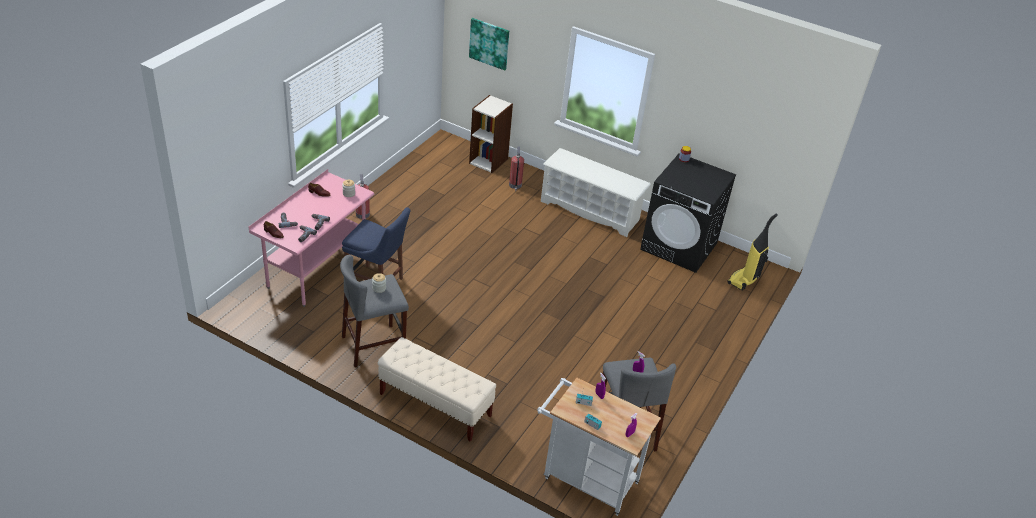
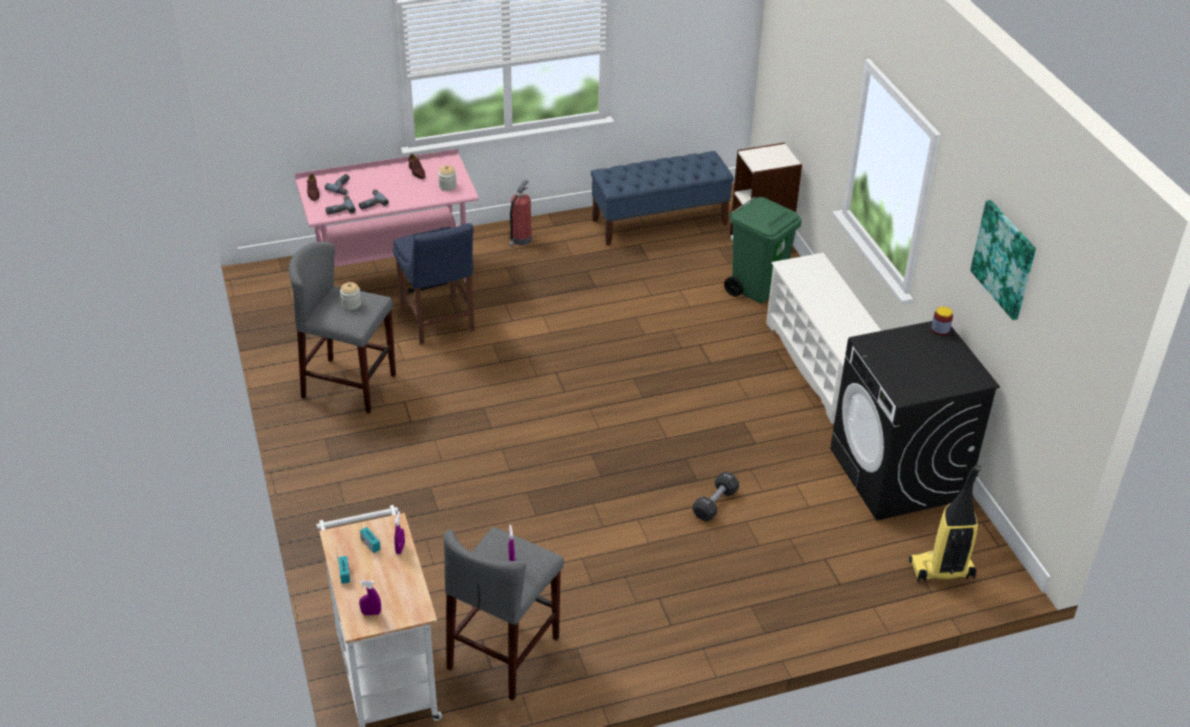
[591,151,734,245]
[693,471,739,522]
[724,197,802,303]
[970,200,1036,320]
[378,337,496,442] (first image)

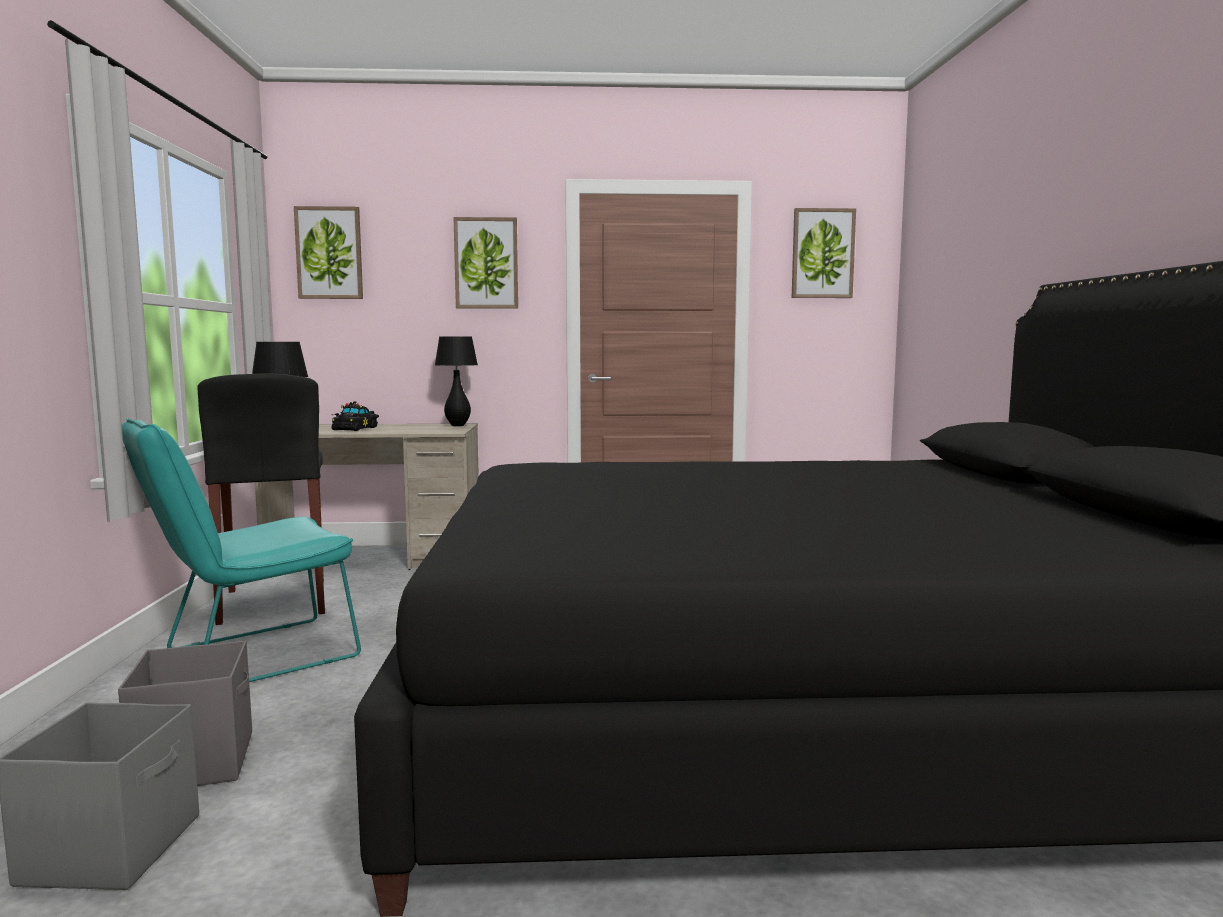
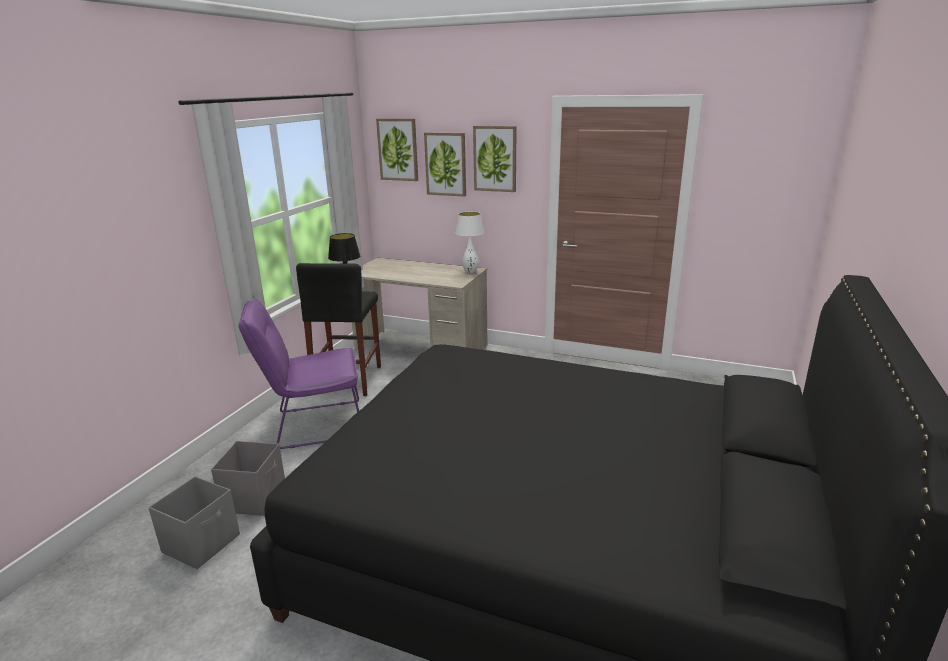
[239,296,359,449]
[424,132,466,197]
[456,212,484,273]
[331,401,379,431] (first image)

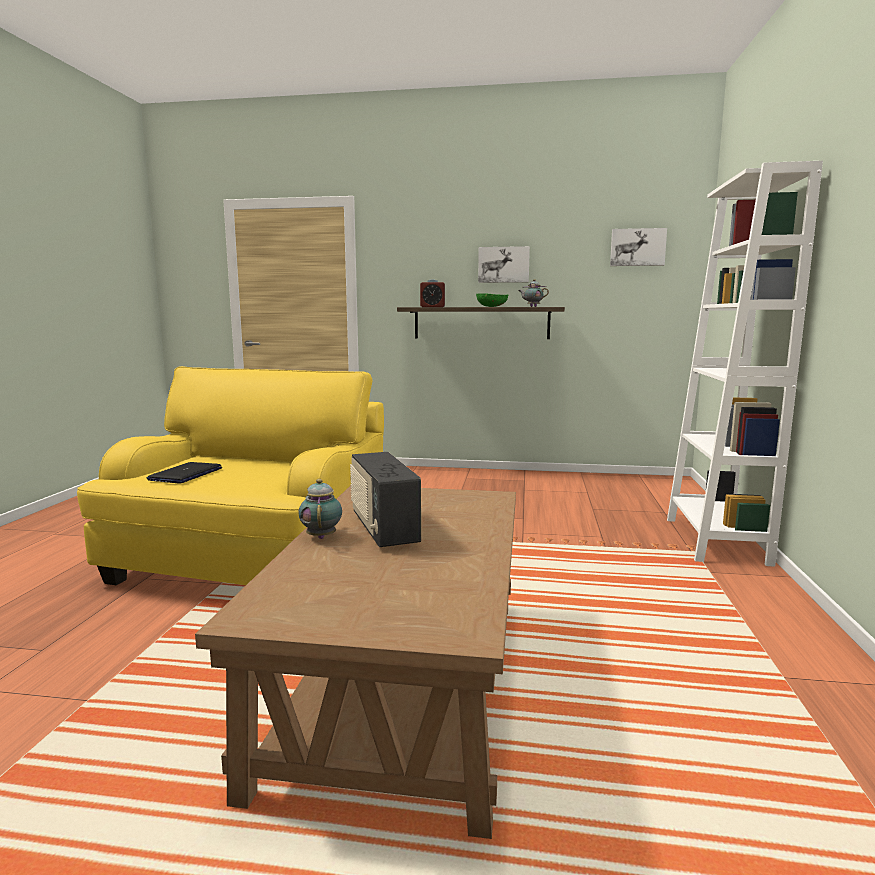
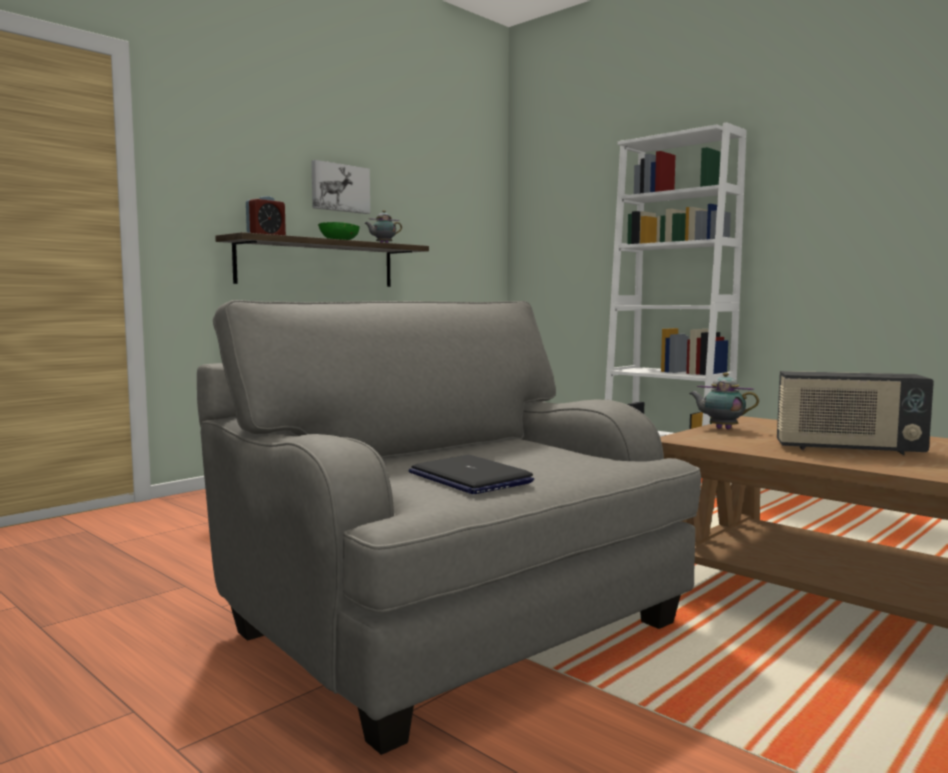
[197,300,701,755]
[689,372,759,429]
[610,228,667,266] (first image)

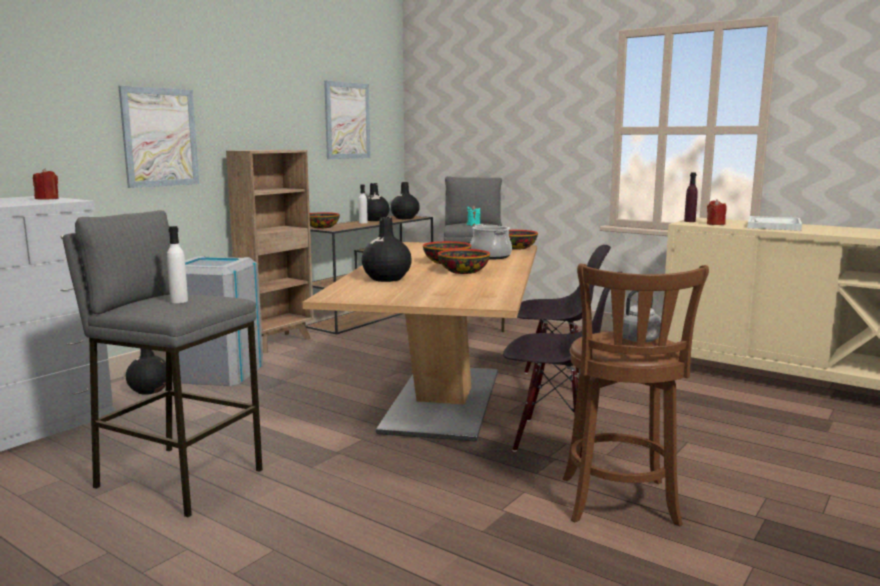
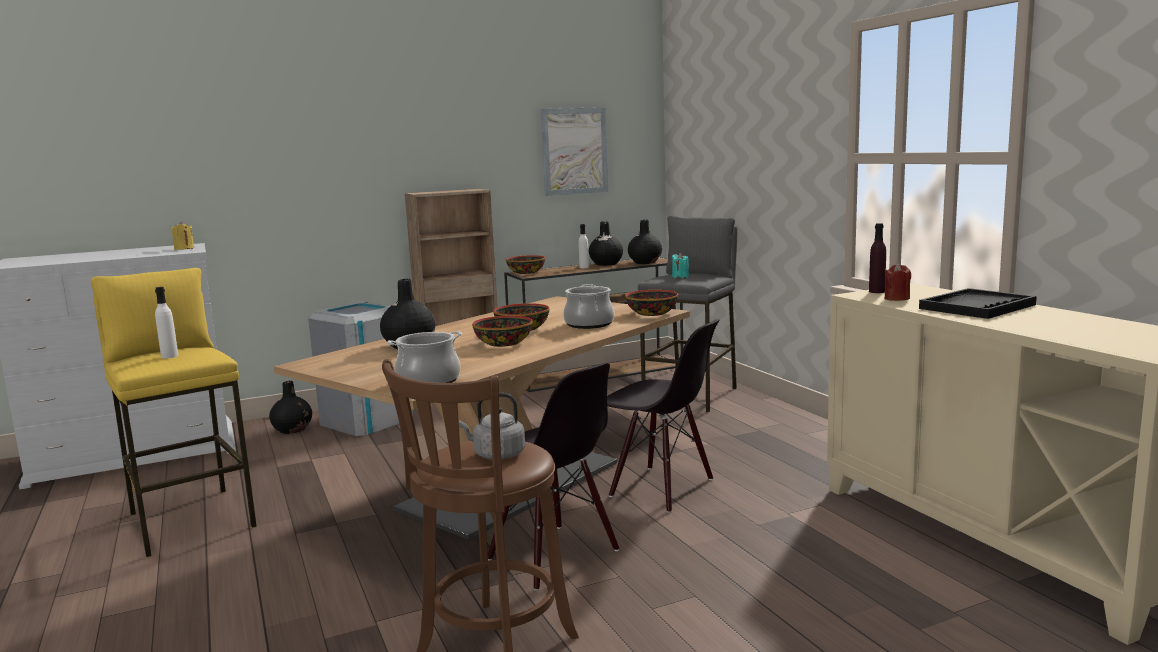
[91,268,257,558]
[172,222,194,250]
[387,331,462,383]
[919,288,1037,319]
[118,86,199,188] (first image)

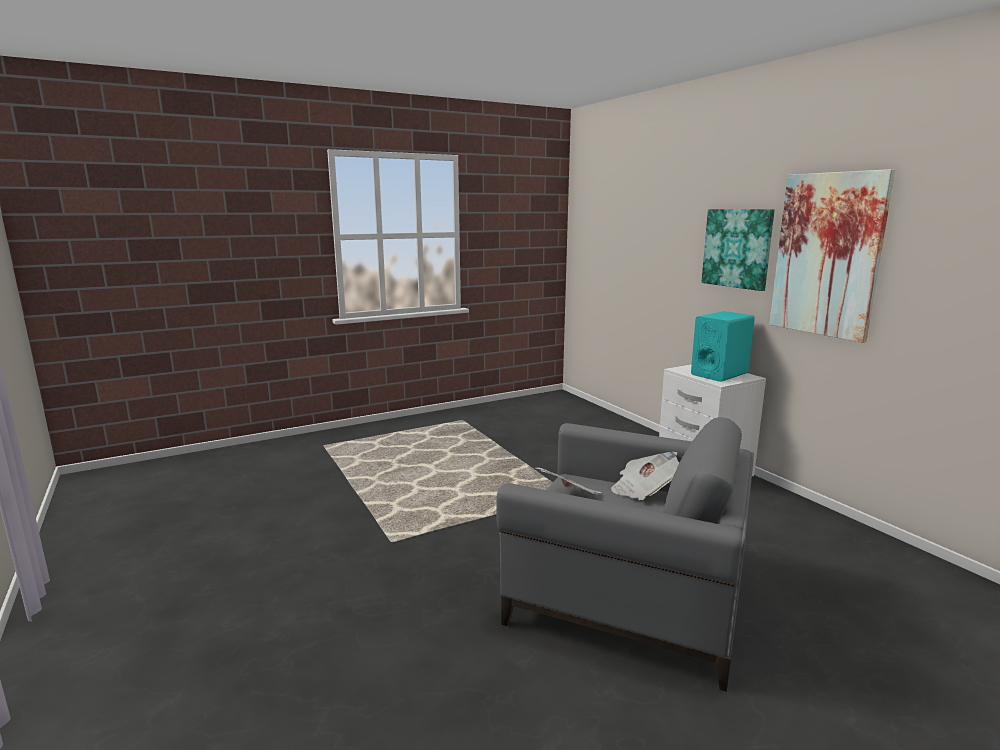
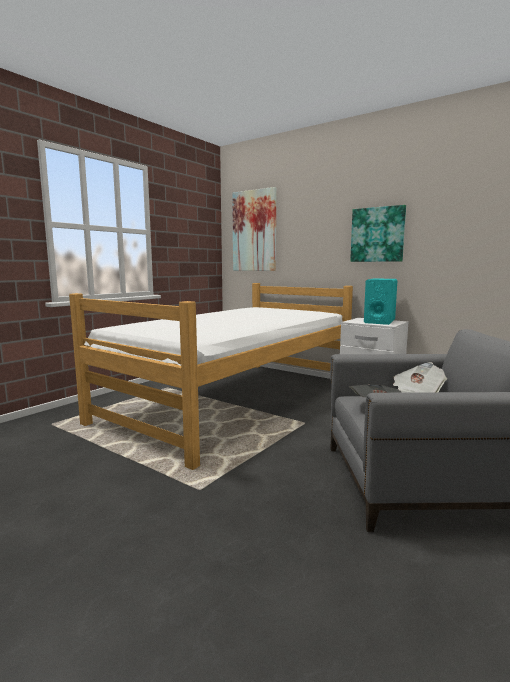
[69,283,353,470]
[232,187,277,271]

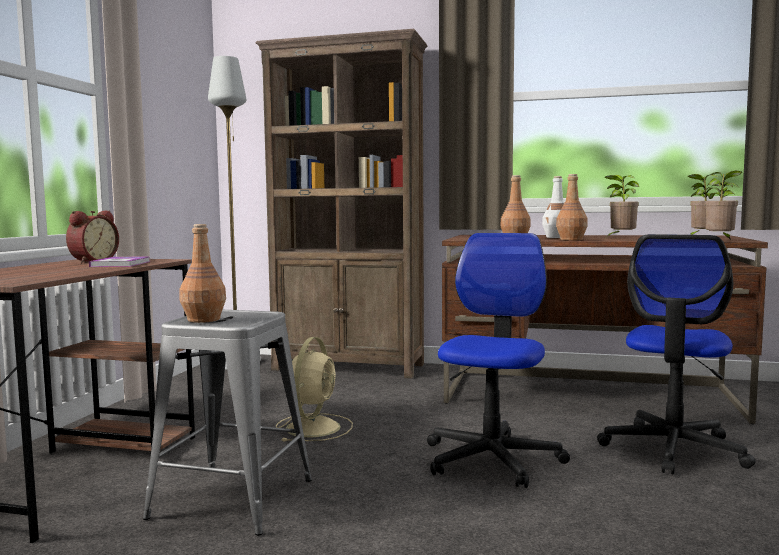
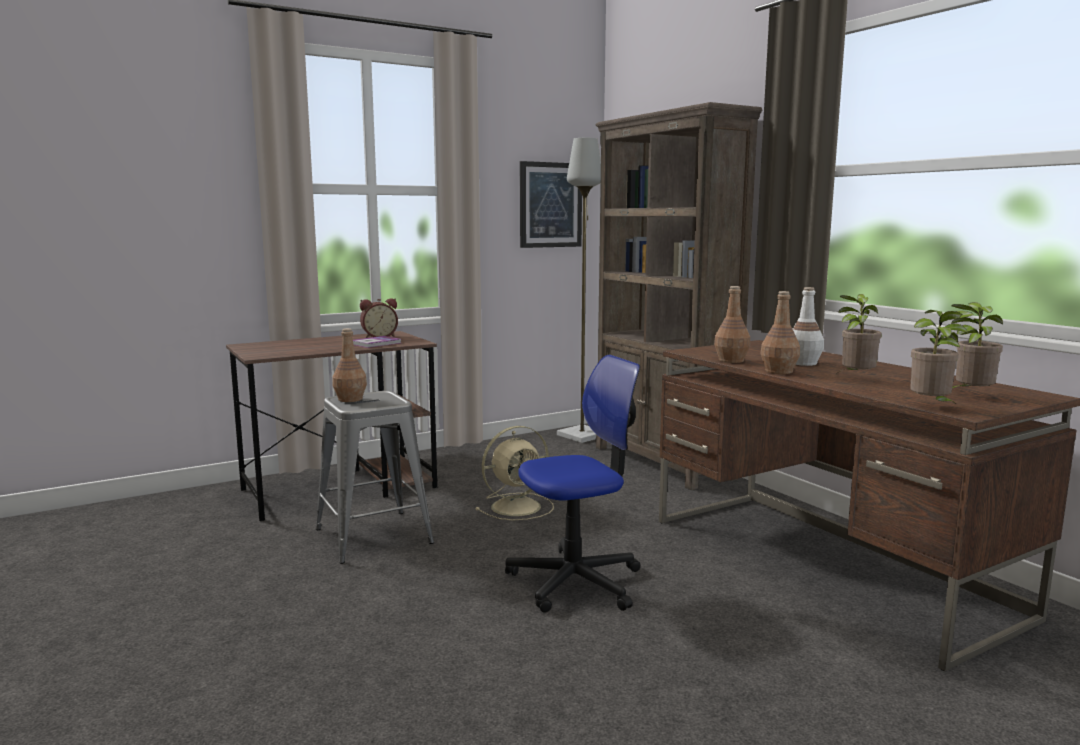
[520,161,582,248]
[597,234,756,474] (first image)

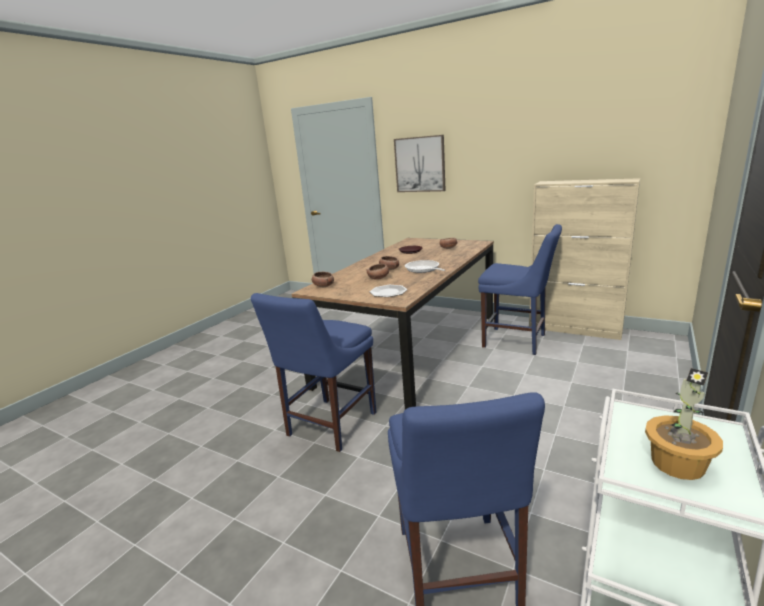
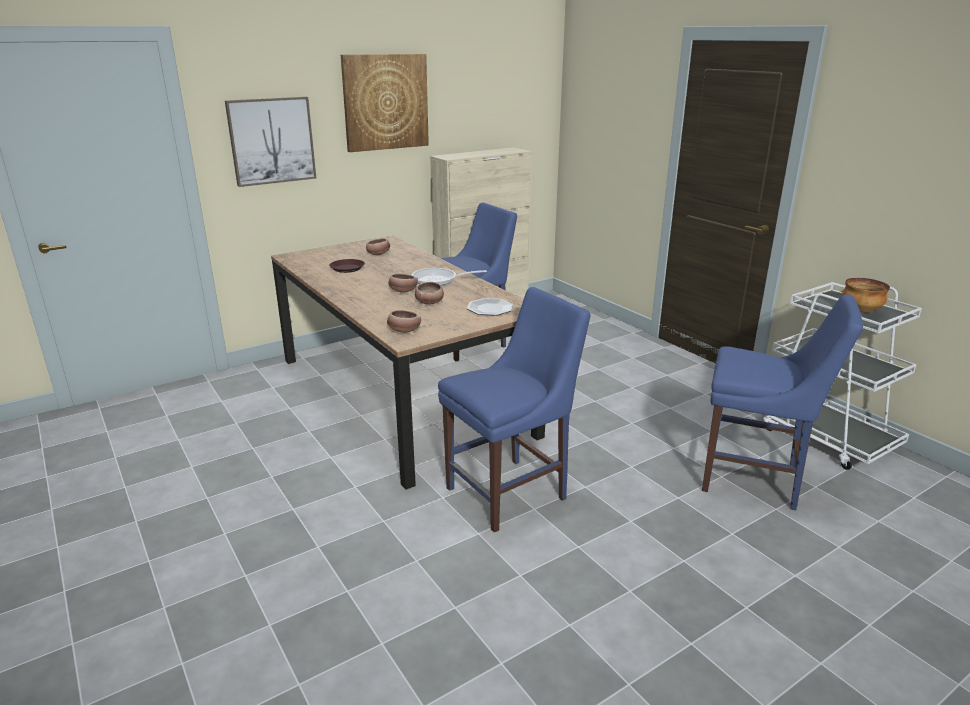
[341,54,429,152]
[438,287,590,532]
[842,278,890,313]

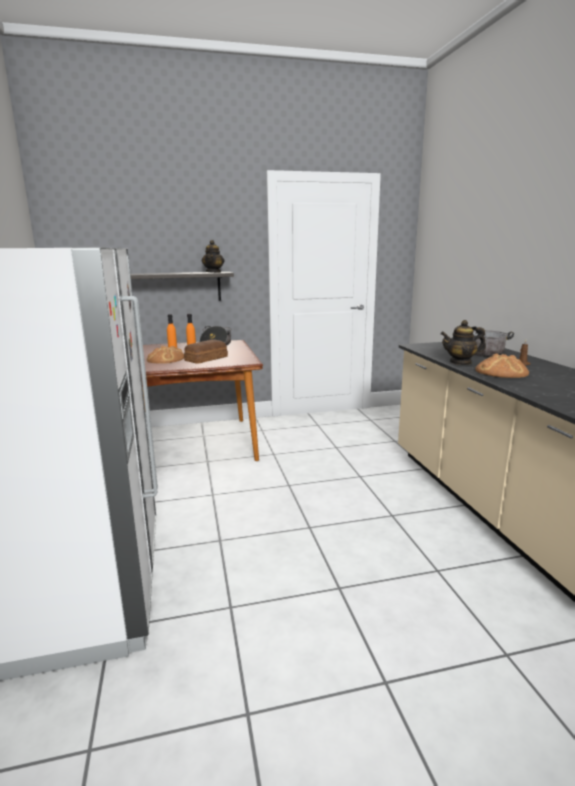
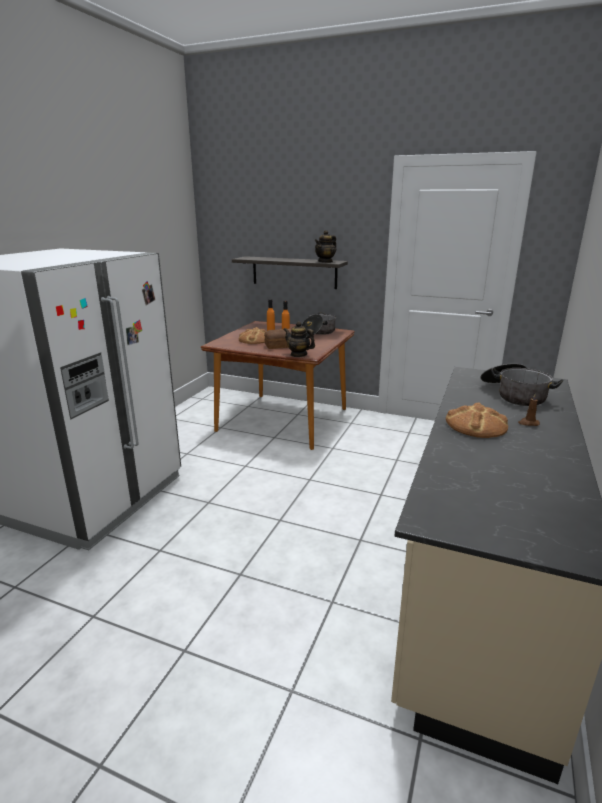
[283,322,315,357]

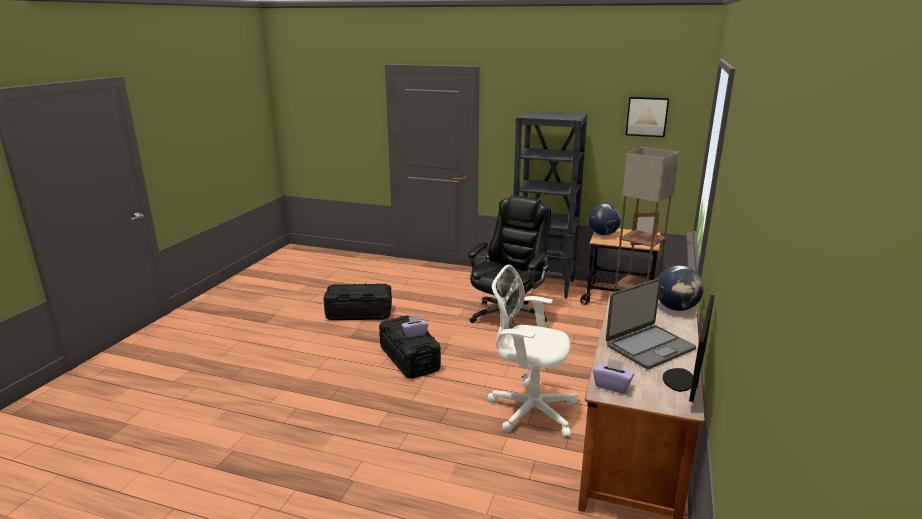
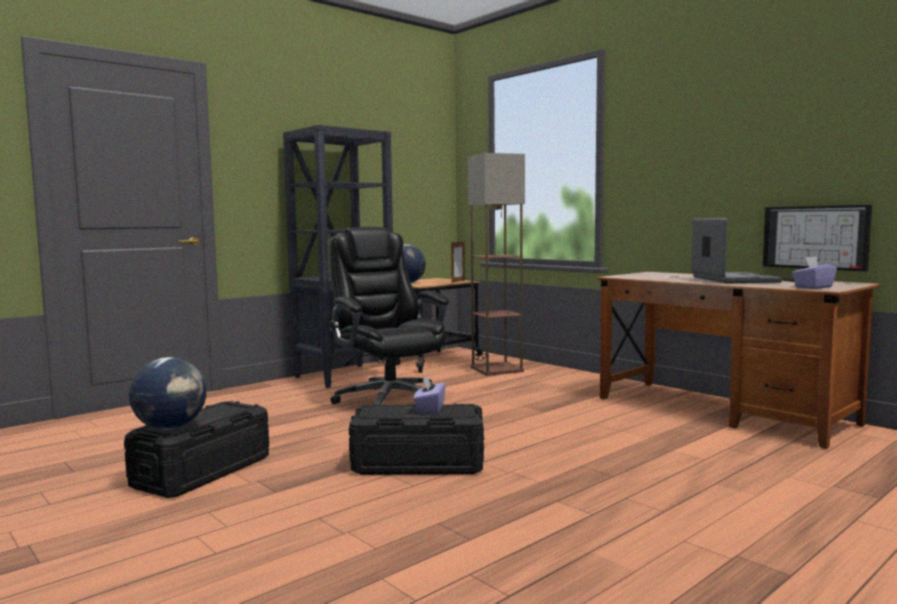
[129,357,206,430]
[487,265,578,438] (first image)
[625,97,669,137] (first image)

